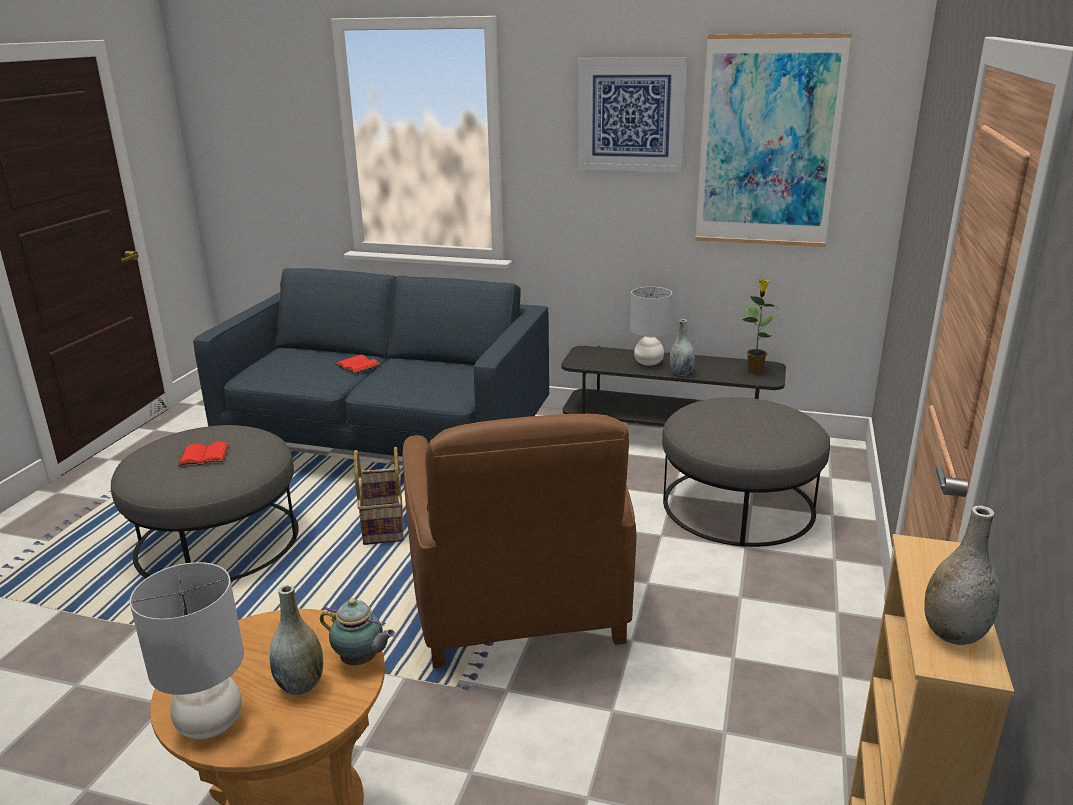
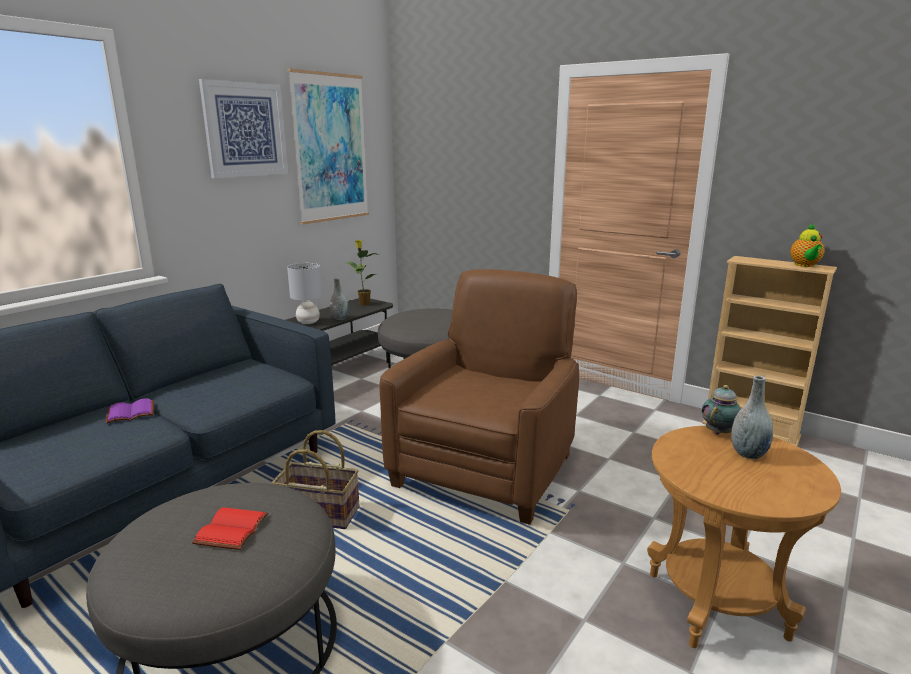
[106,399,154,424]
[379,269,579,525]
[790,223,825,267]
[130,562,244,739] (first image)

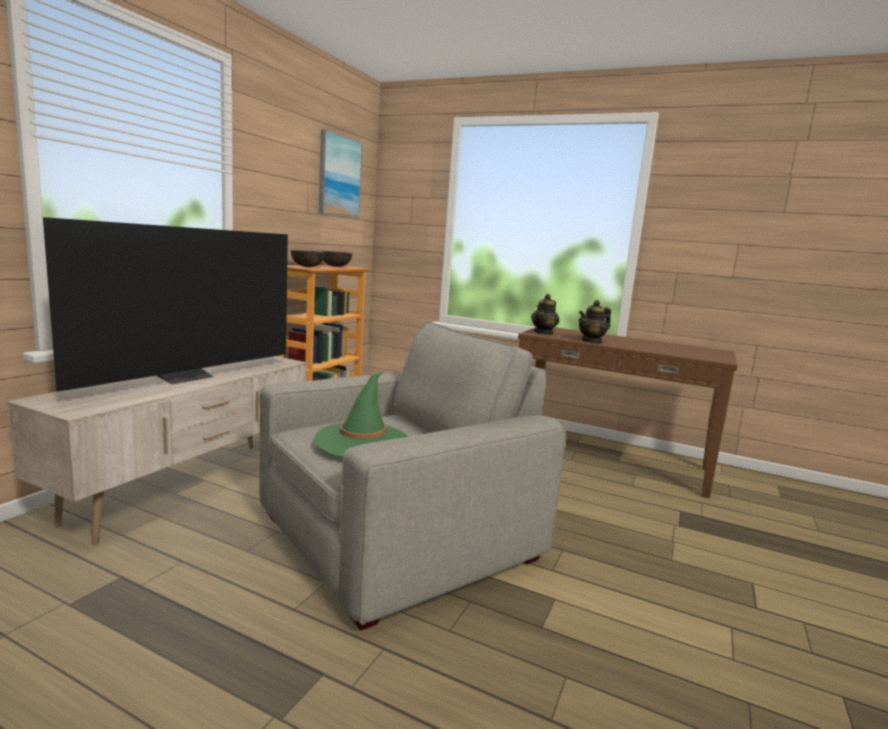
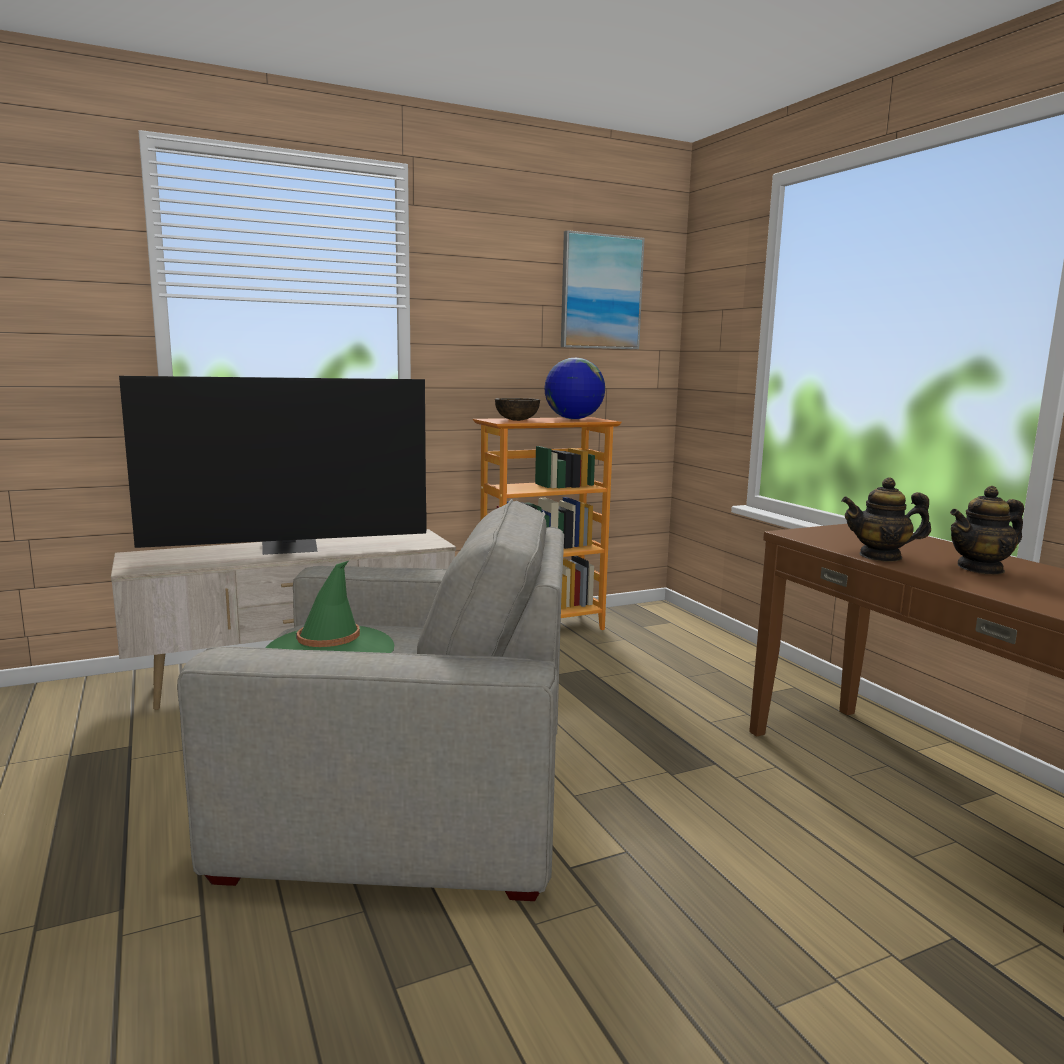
[544,358,605,419]
[950,486,1024,575]

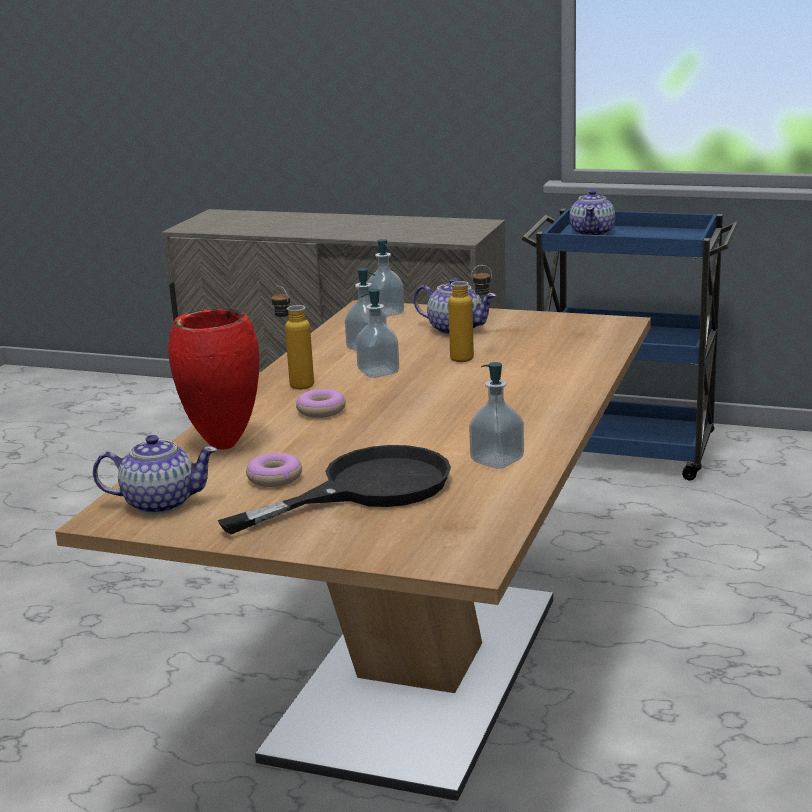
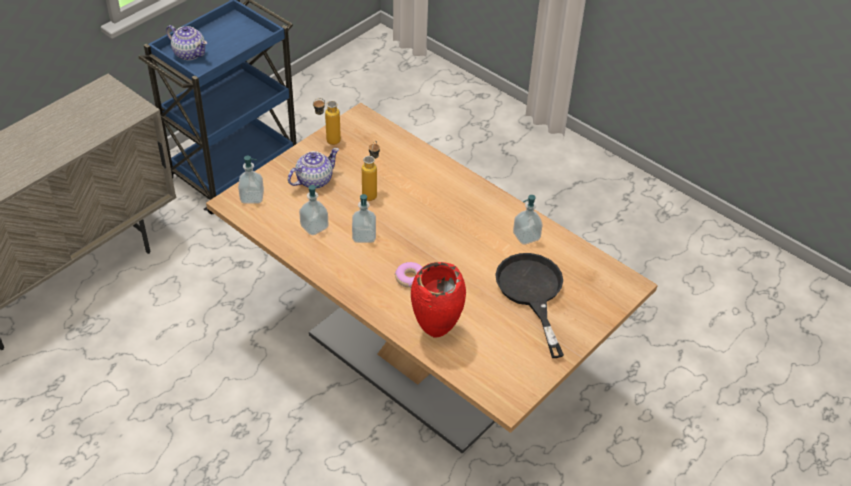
[313,98,341,145]
[93,435,218,514] (first image)
[246,453,302,487] (first image)

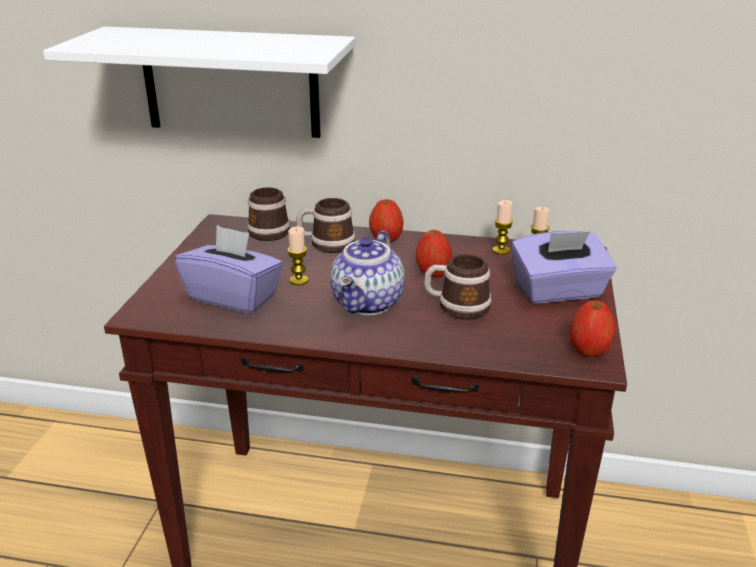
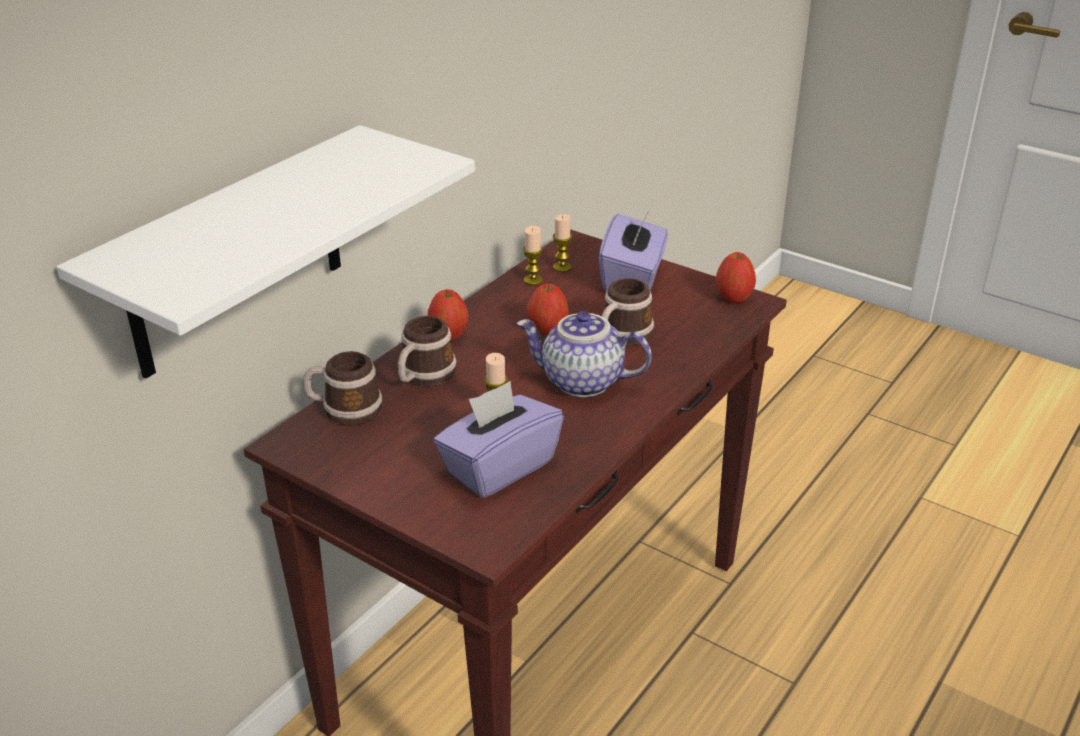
[517,311,652,397]

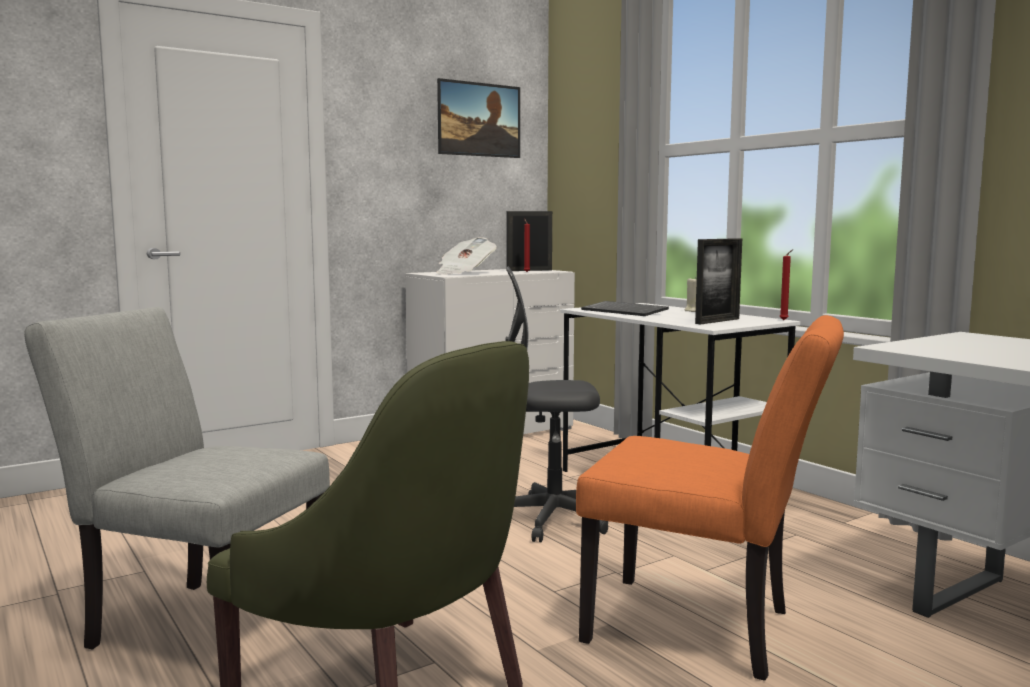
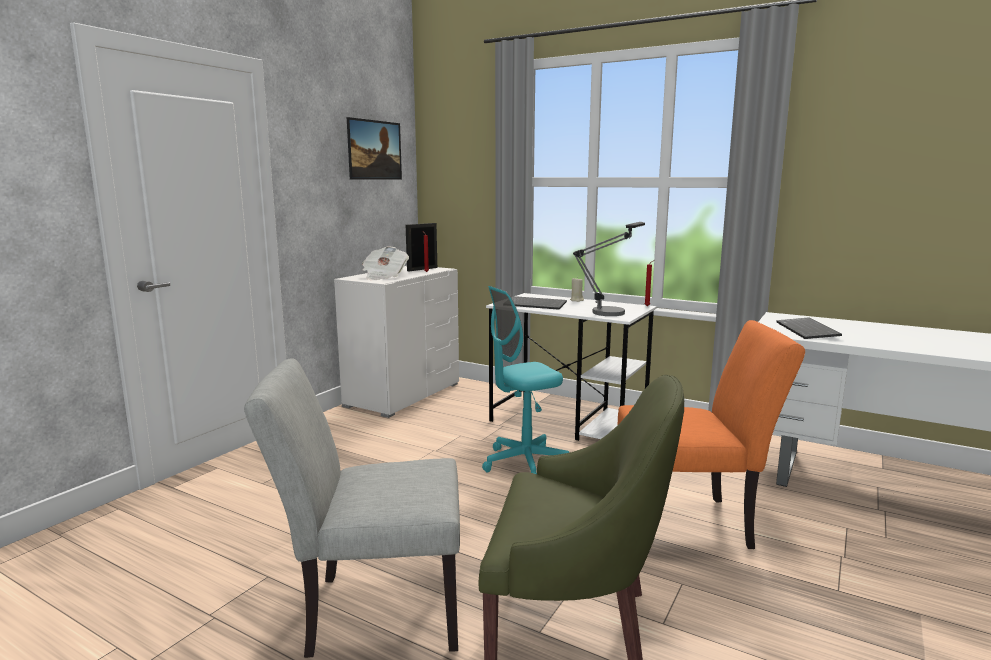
[482,286,569,474]
[573,222,645,316]
[776,317,842,339]

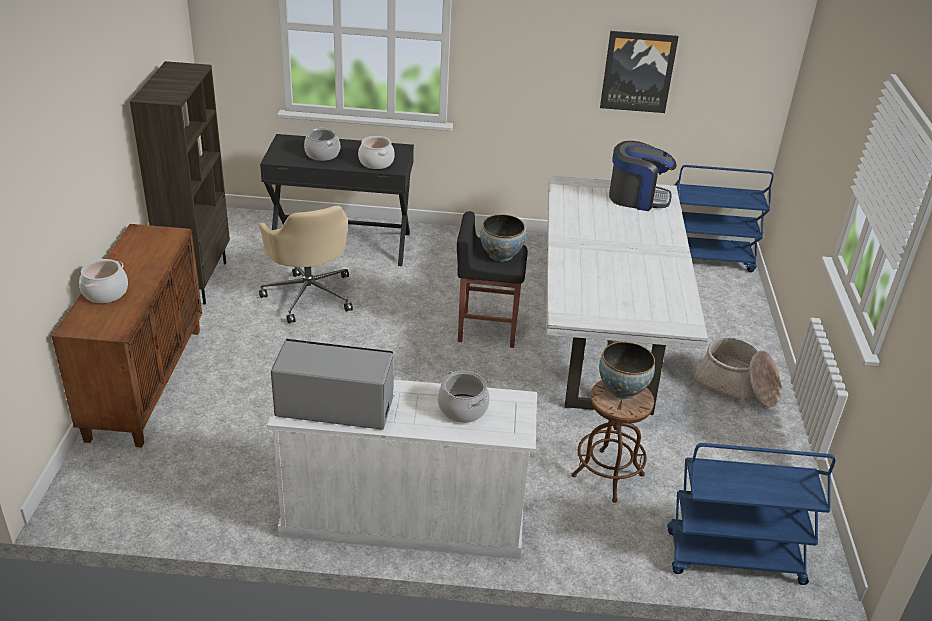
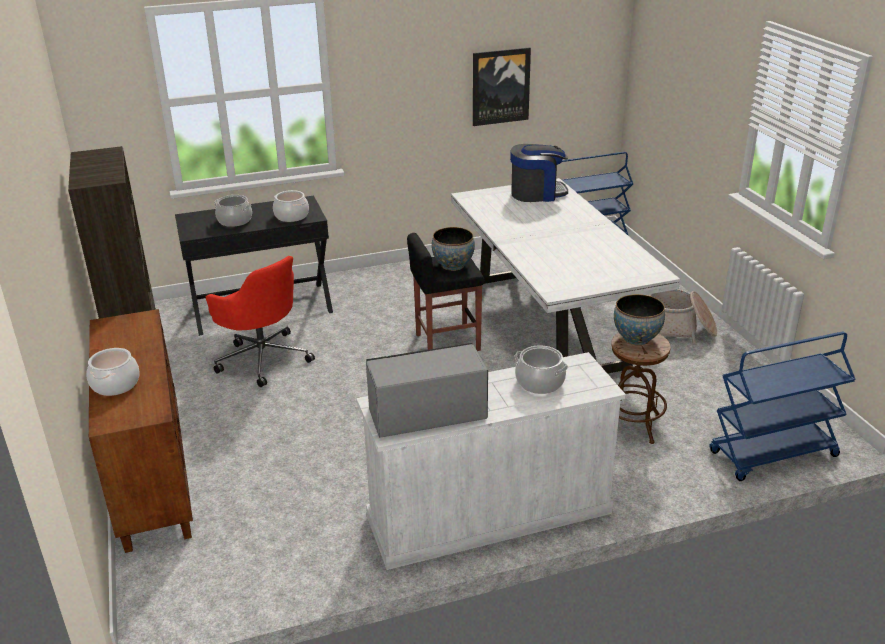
[206,256,315,387]

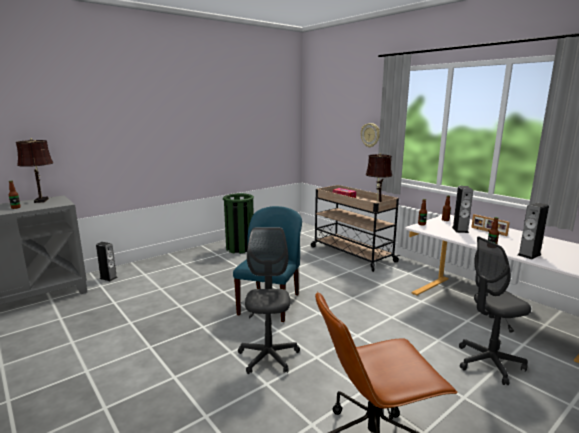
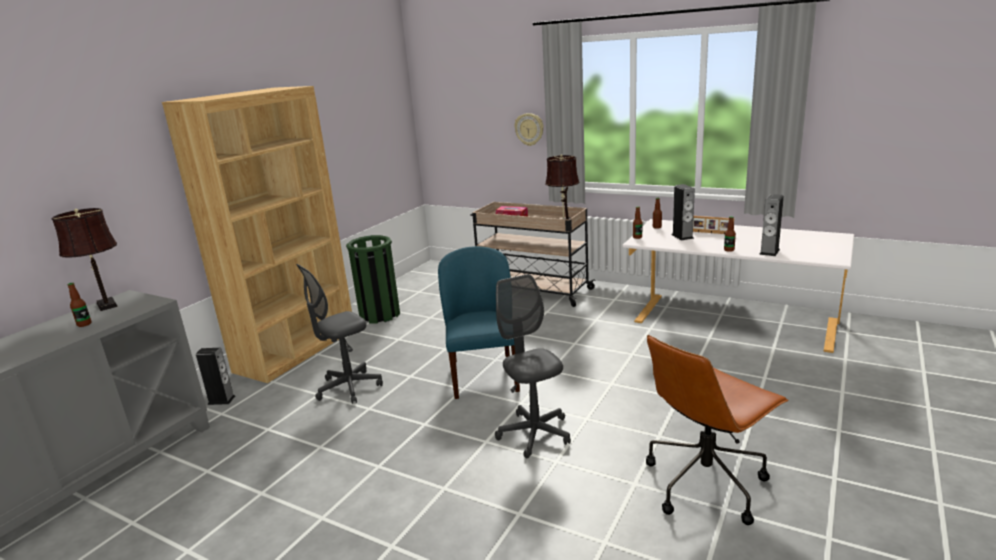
[162,86,352,383]
[296,264,383,404]

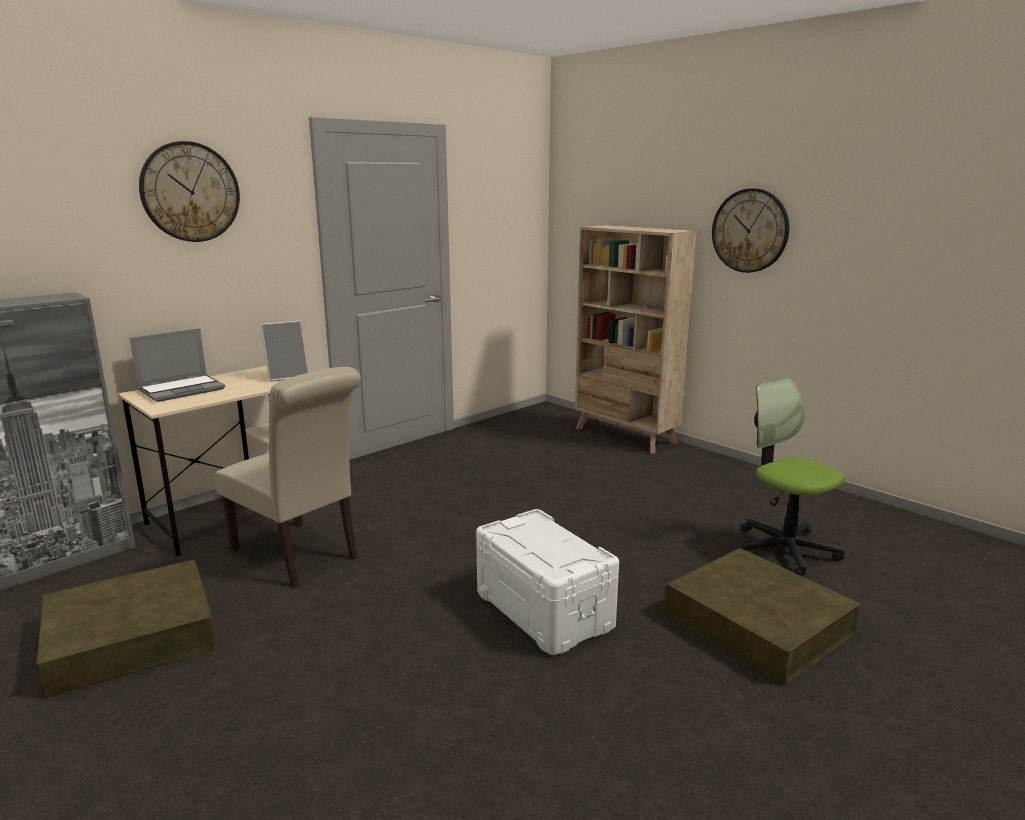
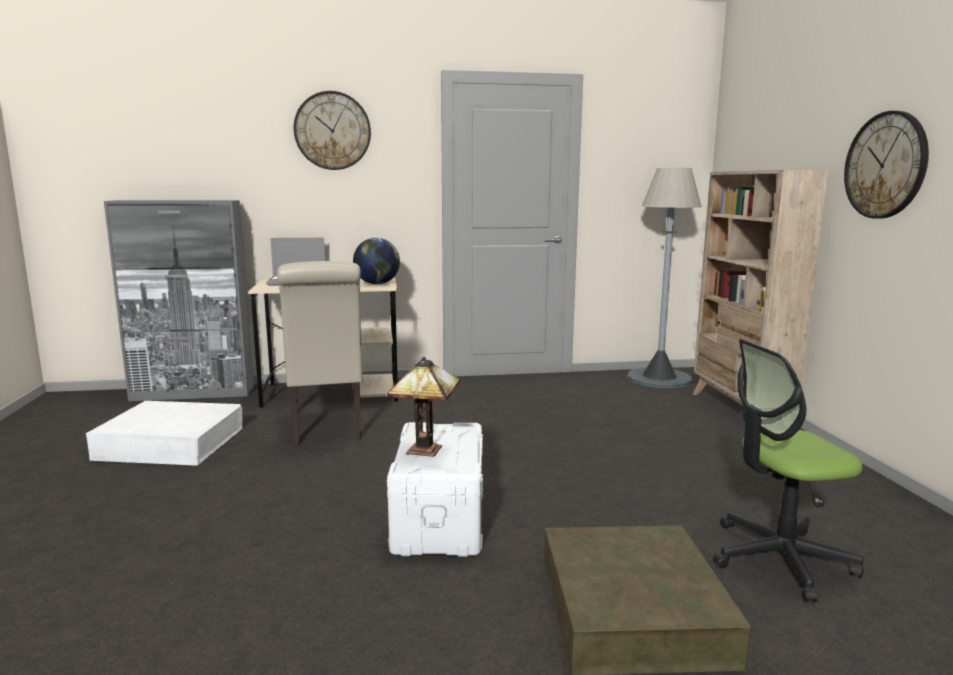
[86,401,243,466]
[353,238,400,284]
[387,357,460,457]
[628,168,702,388]
[713,339,864,602]

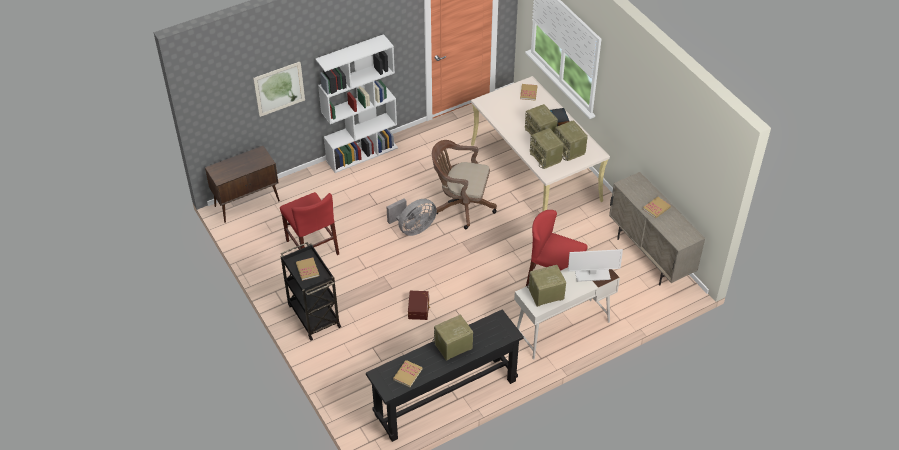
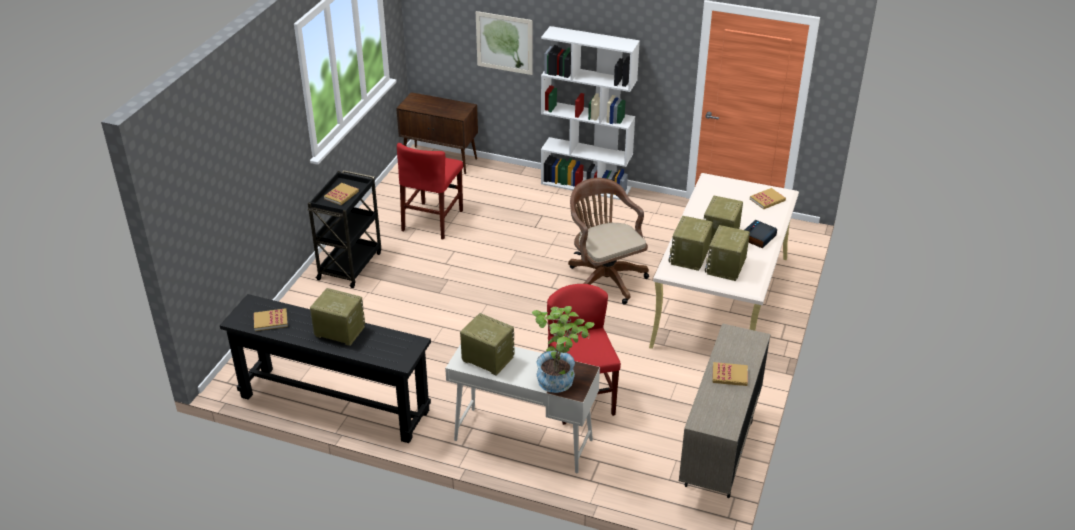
[532,306,594,393]
[387,198,437,236] (first image)
[408,291,430,320] (first image)

